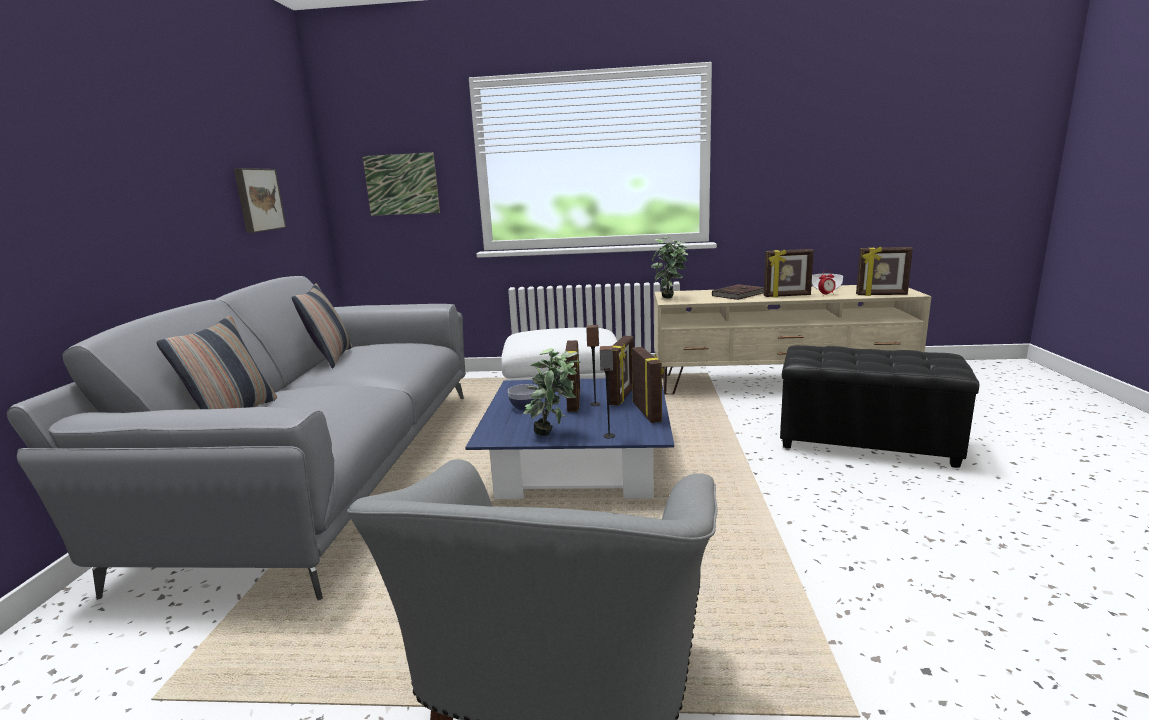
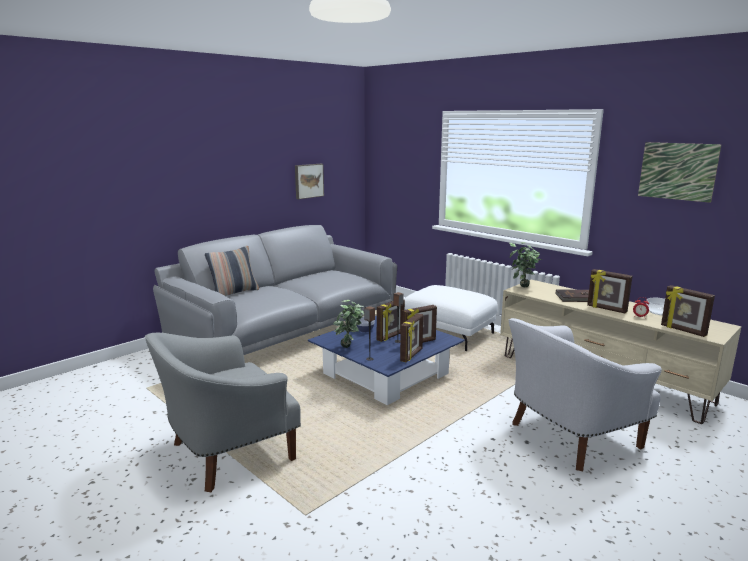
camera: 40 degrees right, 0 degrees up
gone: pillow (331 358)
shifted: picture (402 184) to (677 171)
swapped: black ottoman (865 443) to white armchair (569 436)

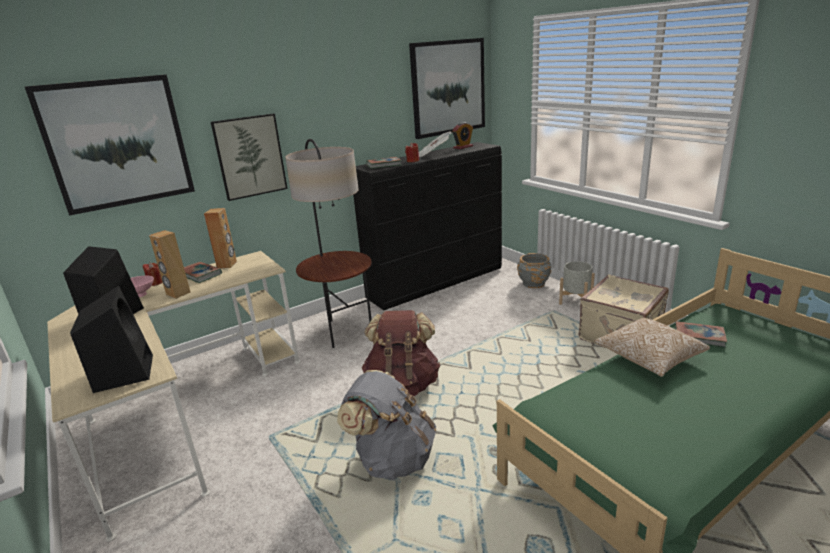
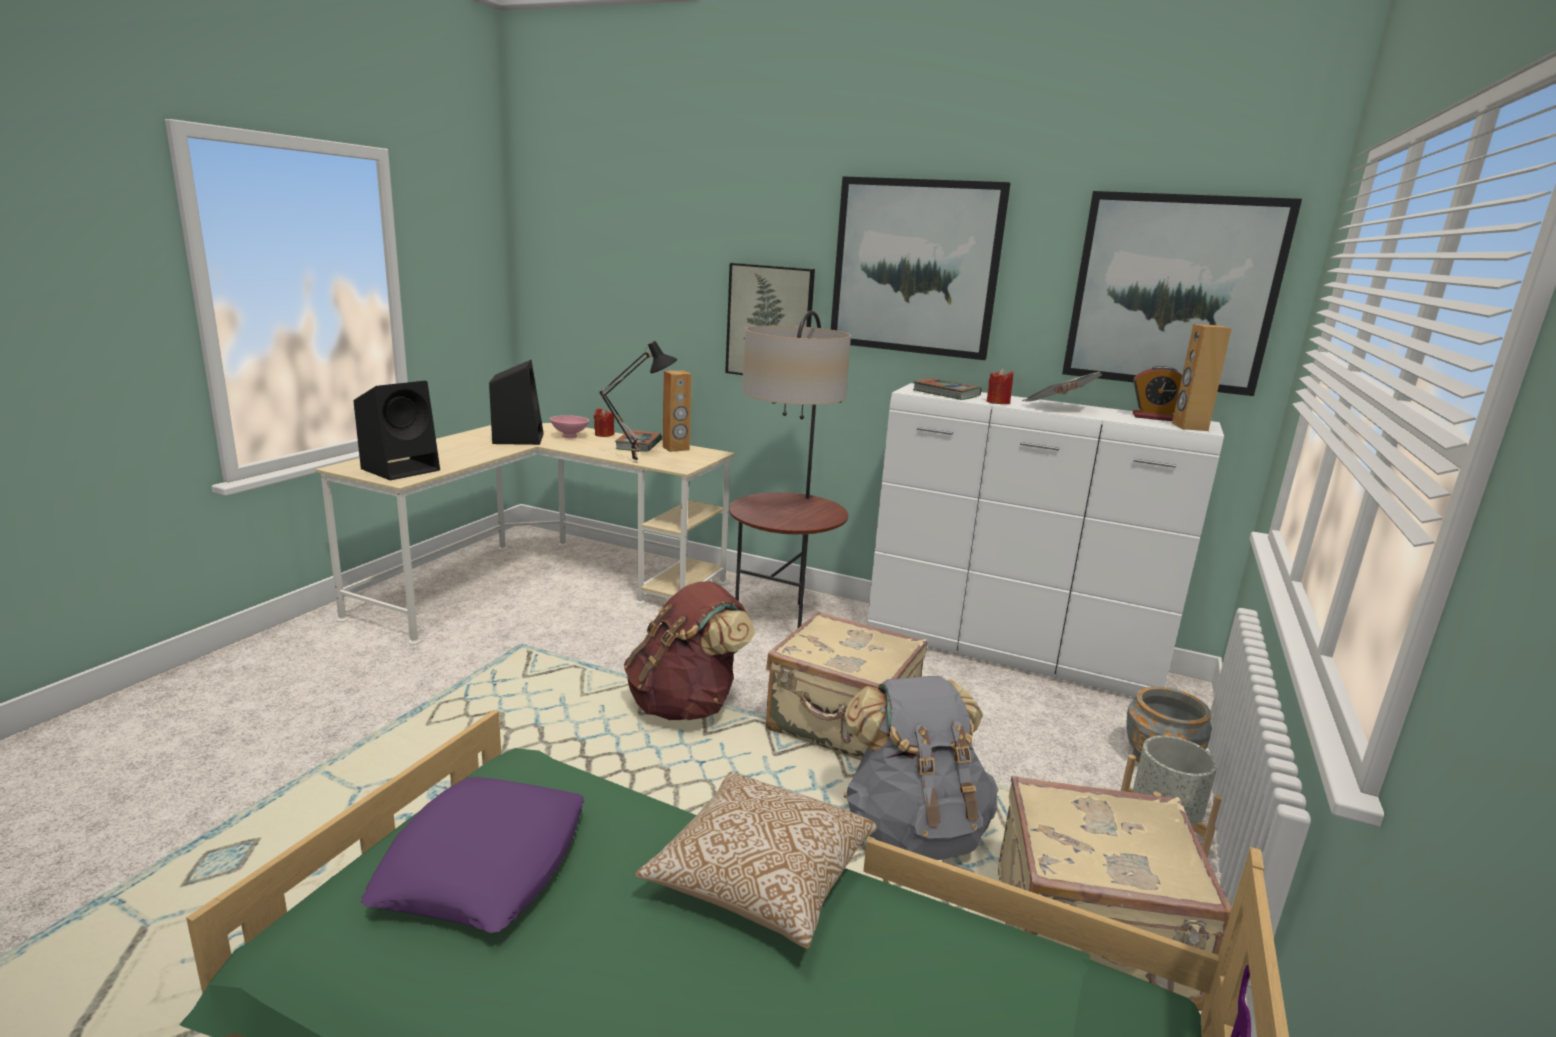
camera: 55 degrees right, 5 degrees down
gone: book (699 337)
new: purple pillow (483 865); black table lamp (636 462); beige suitcase (842 726)
shifted: picture (117 143) to (915 267); grey backpack (392 459) to (914 829); brown speaker (178 293) to (1189 427)
repainted: black dresser (437 284) to white dresser (1011 655)

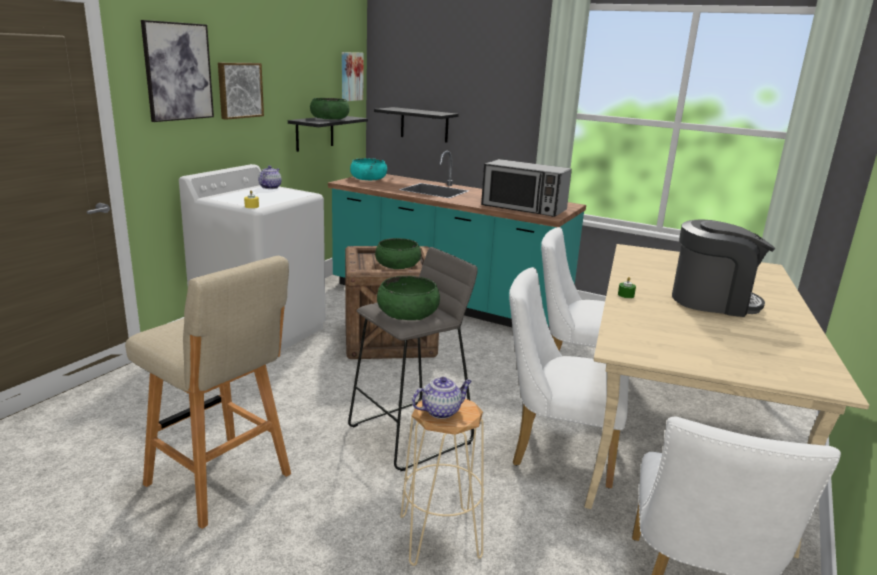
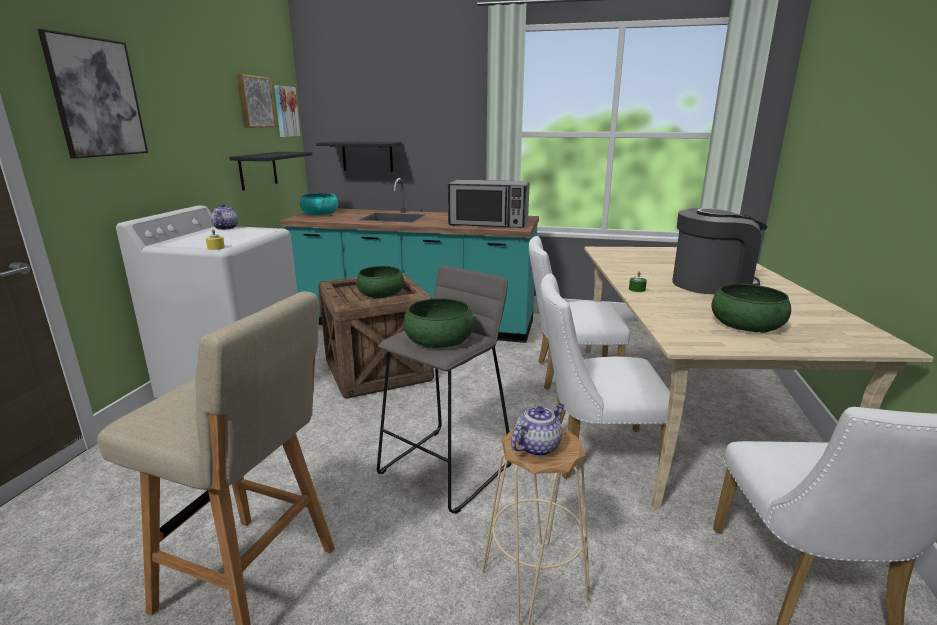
camera: 15 degrees left, 0 degrees up
shifted: picture (239 90) to (255 102); green bowl (329 118) to (746 324)

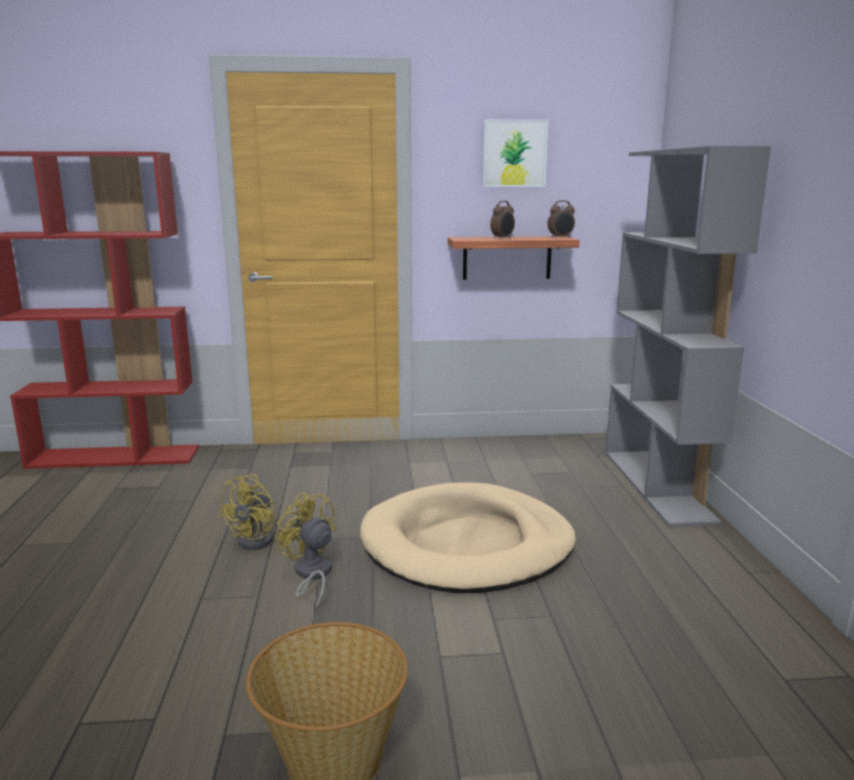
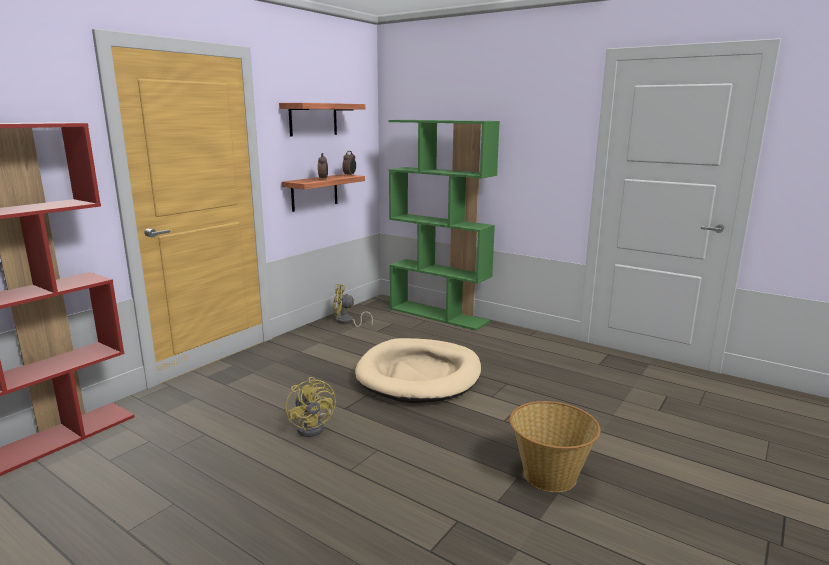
camera: 50 degrees left, 0 degrees up
shifted: yellow fan (311 575) to (347 321)
swapped: picture (514 153) to shelf (313 119)
repainted: grey bookcase (658 485) to green bookcase (439 315)

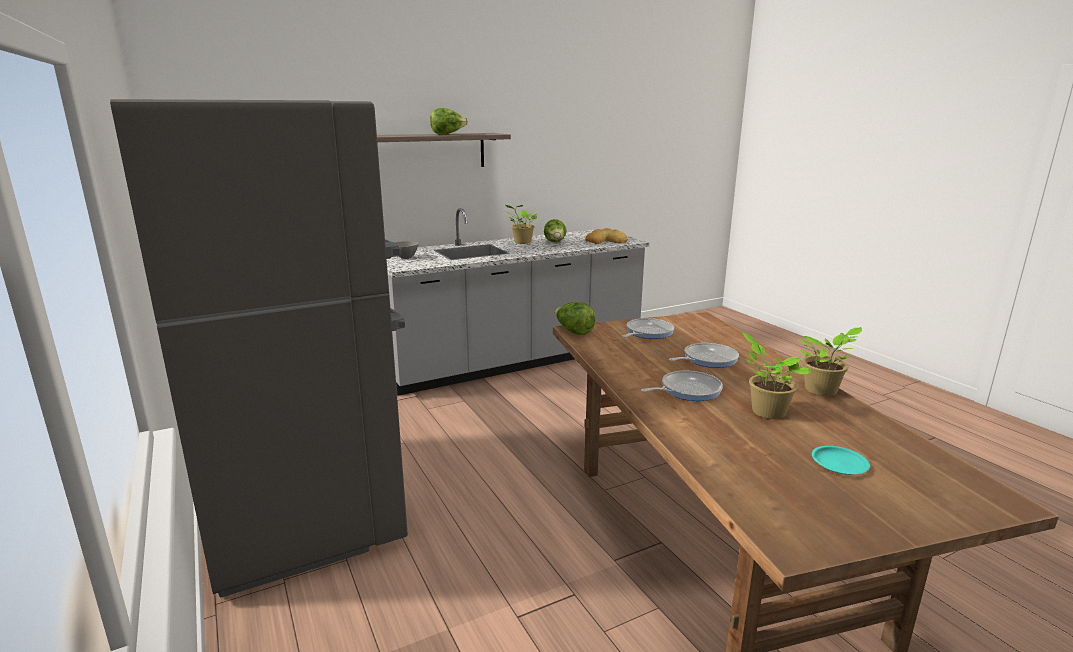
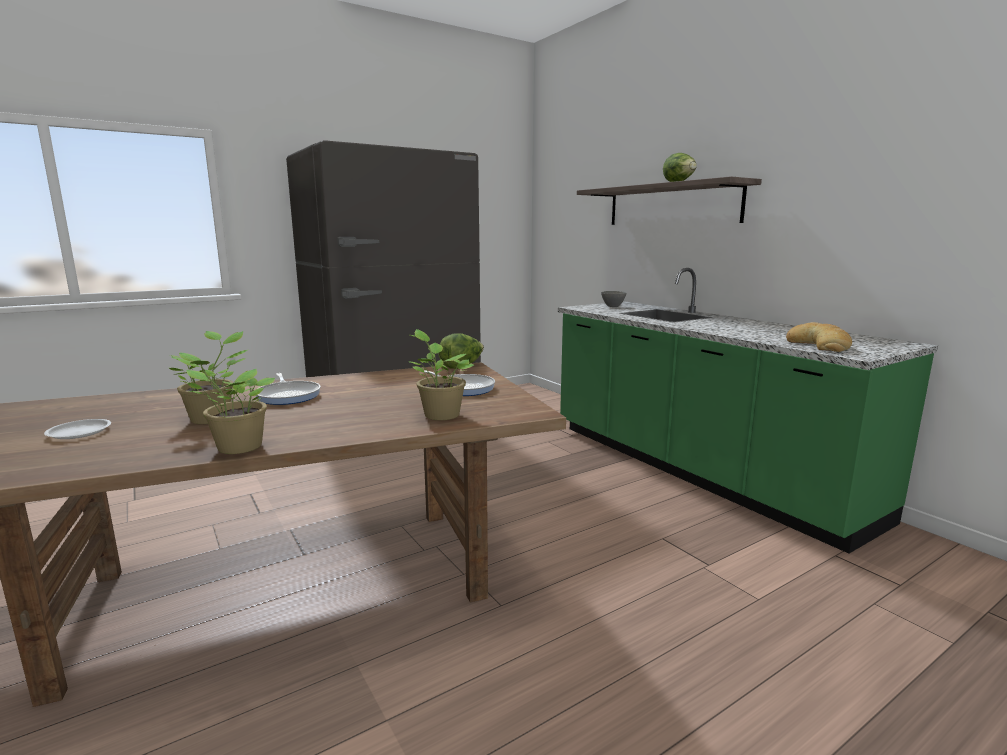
camera: 85 degrees right, 5 degrees down
gone: lettuce (555 242); frying pan (707 359)
shifted: potted plant (521 242) to (440 414)
repainted: turquoise plate (840 463) to white plate (79 432); grey counter (514 361) to green counter (696 469)

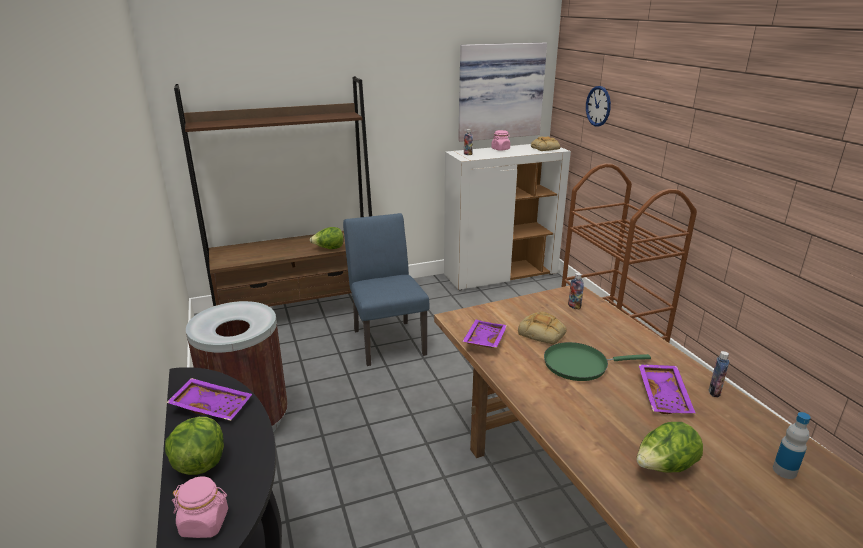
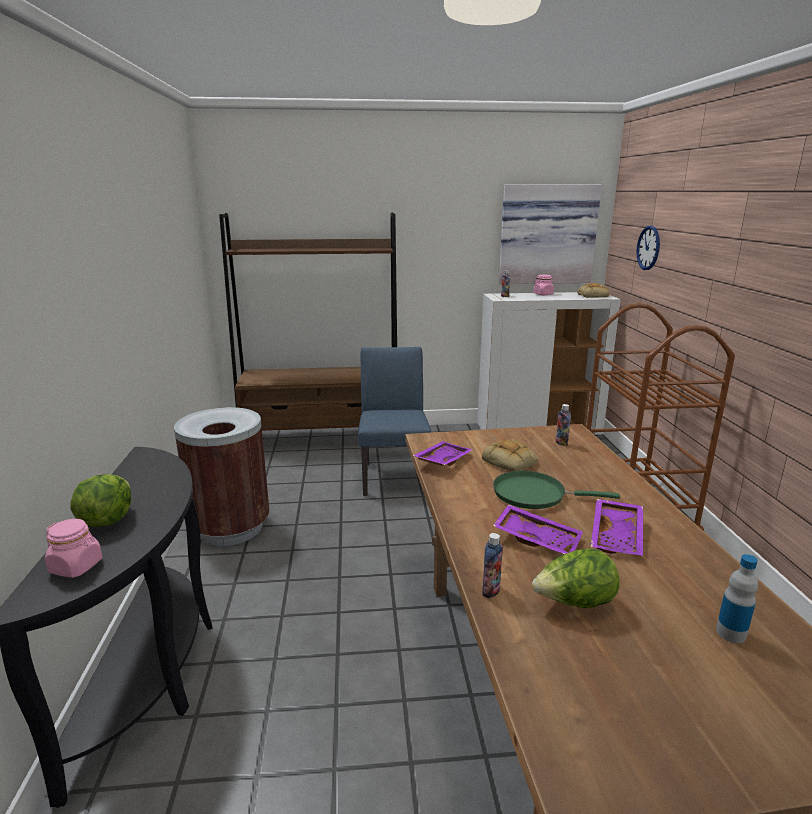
camera: 15 degrees right, 5 degrees down
gone: lettuce (329 248)
shifted: bottle (714 392) to (491 591); purple tray (212 406) to (537 538)

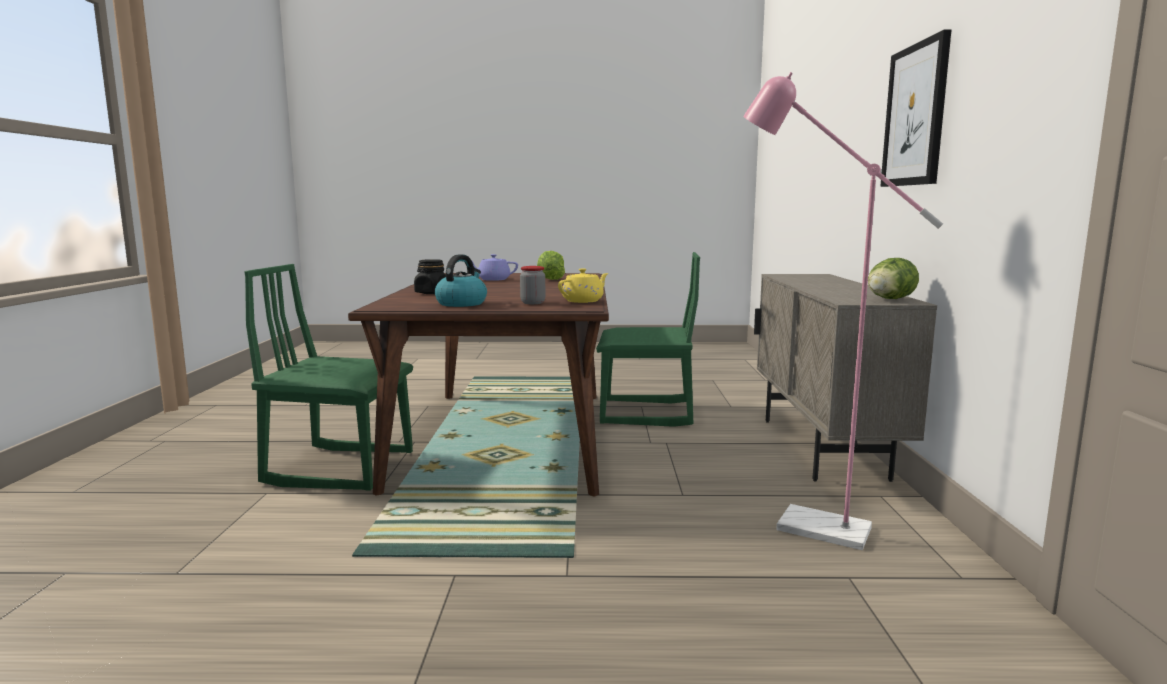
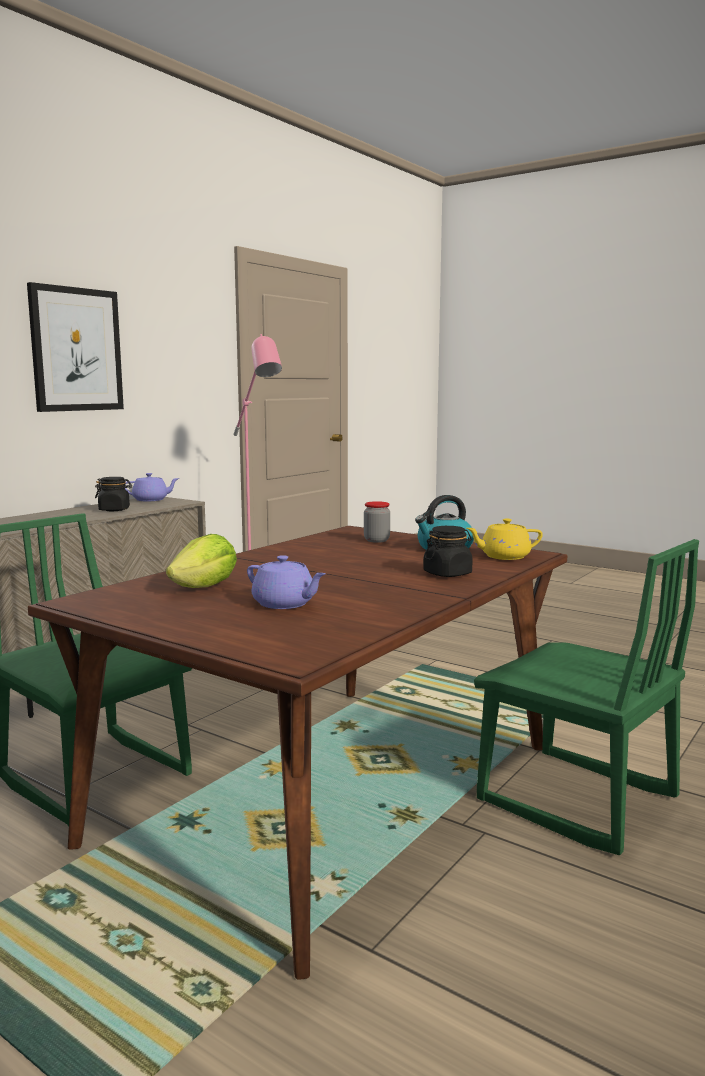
camera: 145 degrees left, 0 degrees up
new: black jar (114 510)
shifted: yellow teapot (583 301) to (504 556)
swapped: lettuce (888 299) to purple teapot (151 500)

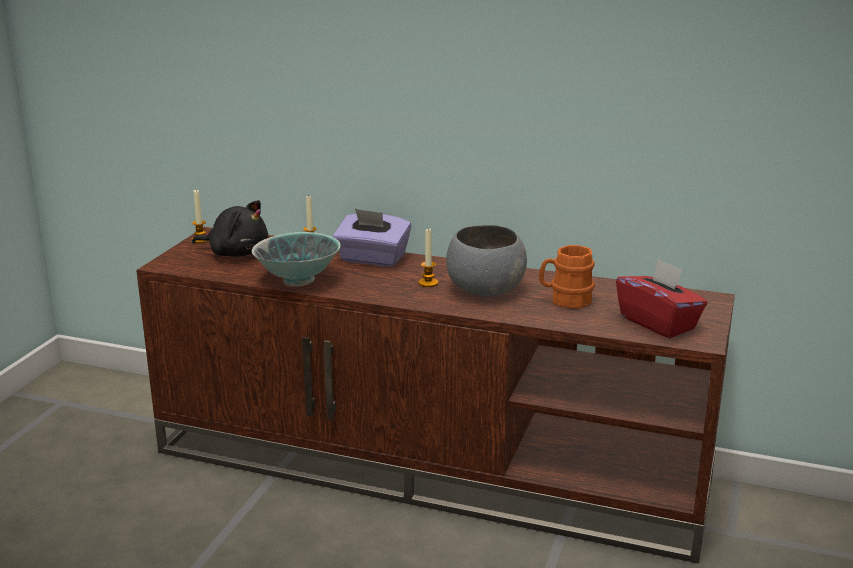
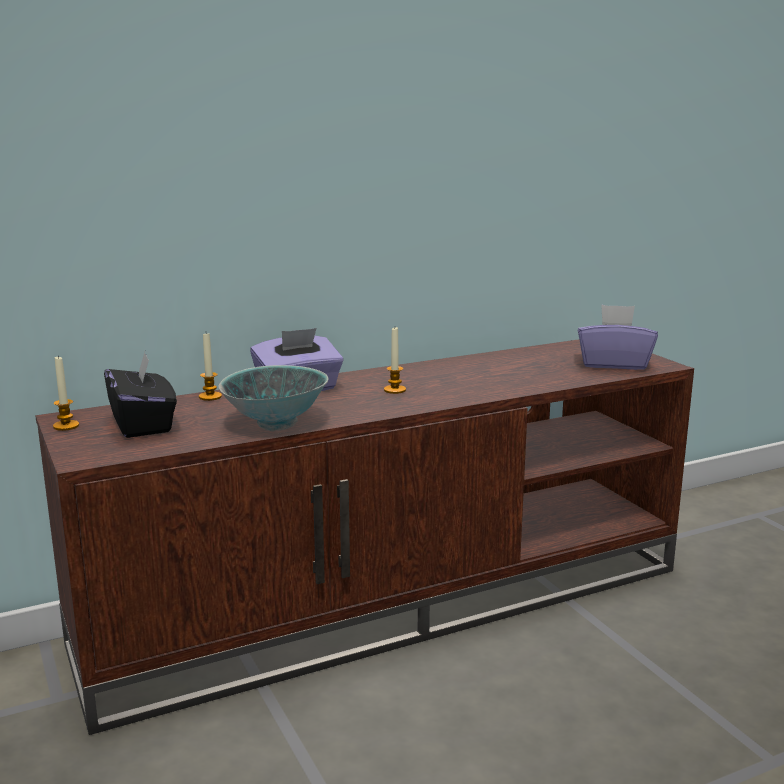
camera: 45 degrees left, 5 degrees down
gone: grey bowl (484 290); orange mug (565 300)
swapped: black plush toy (236 253) to black tissue box (143 424)
repainted: red tissue box (658 323) to purple tissue box (613 363)

